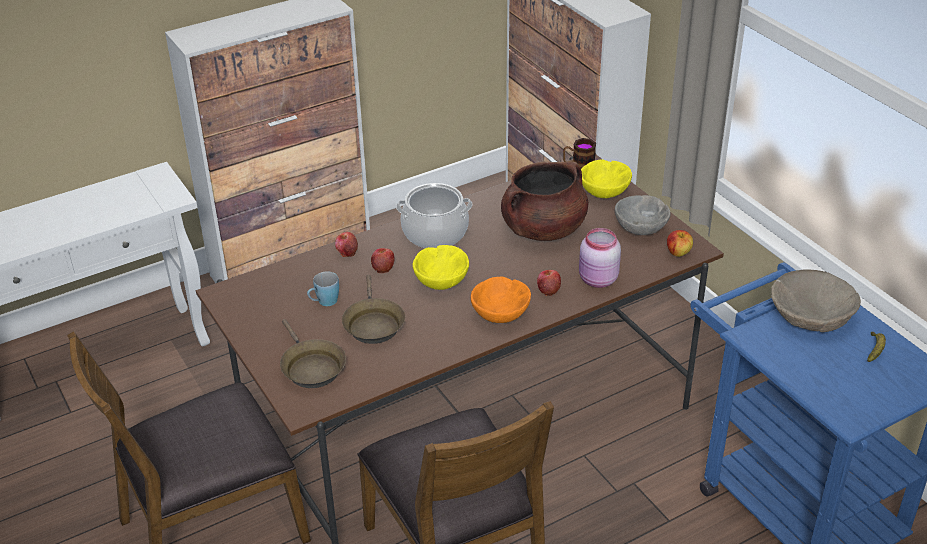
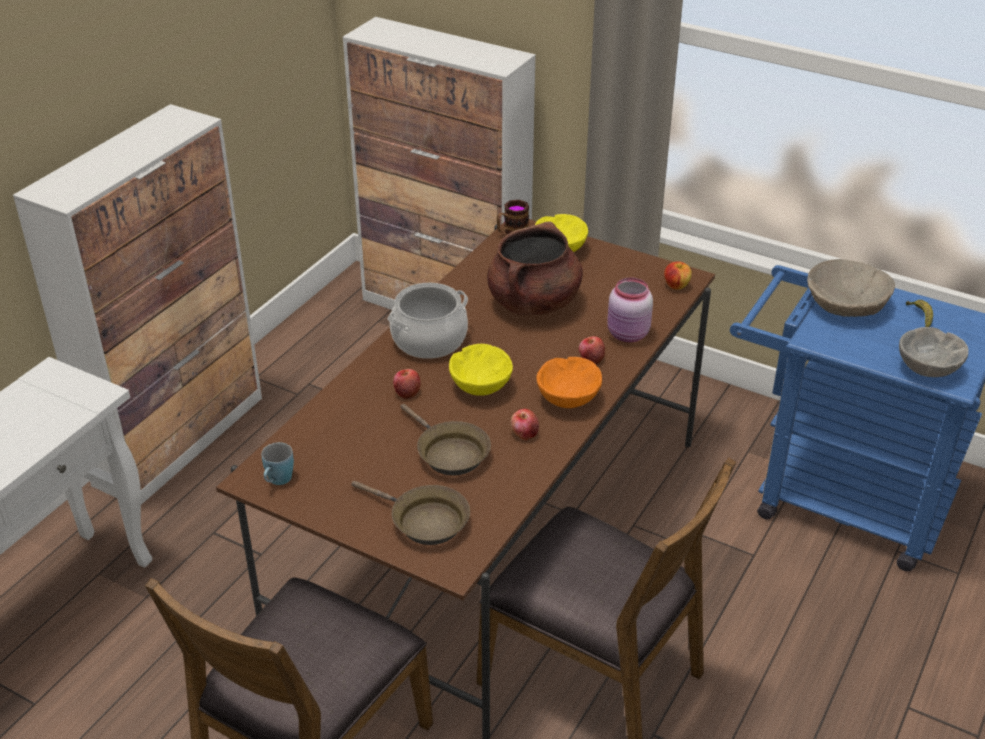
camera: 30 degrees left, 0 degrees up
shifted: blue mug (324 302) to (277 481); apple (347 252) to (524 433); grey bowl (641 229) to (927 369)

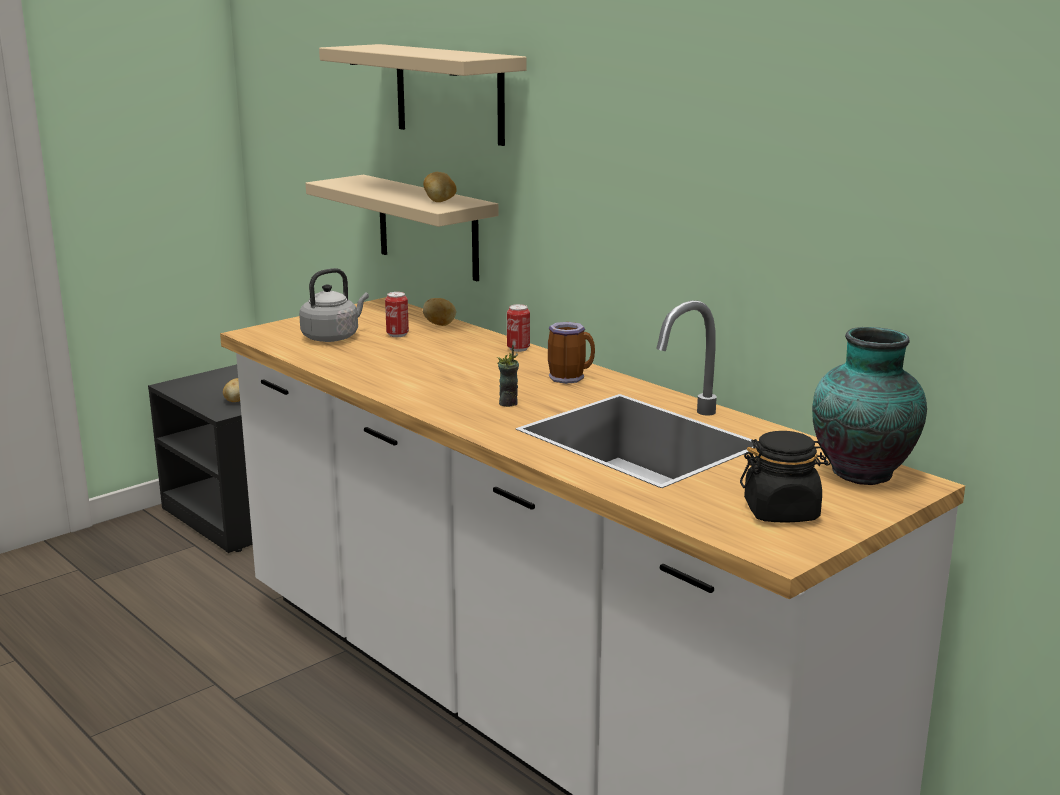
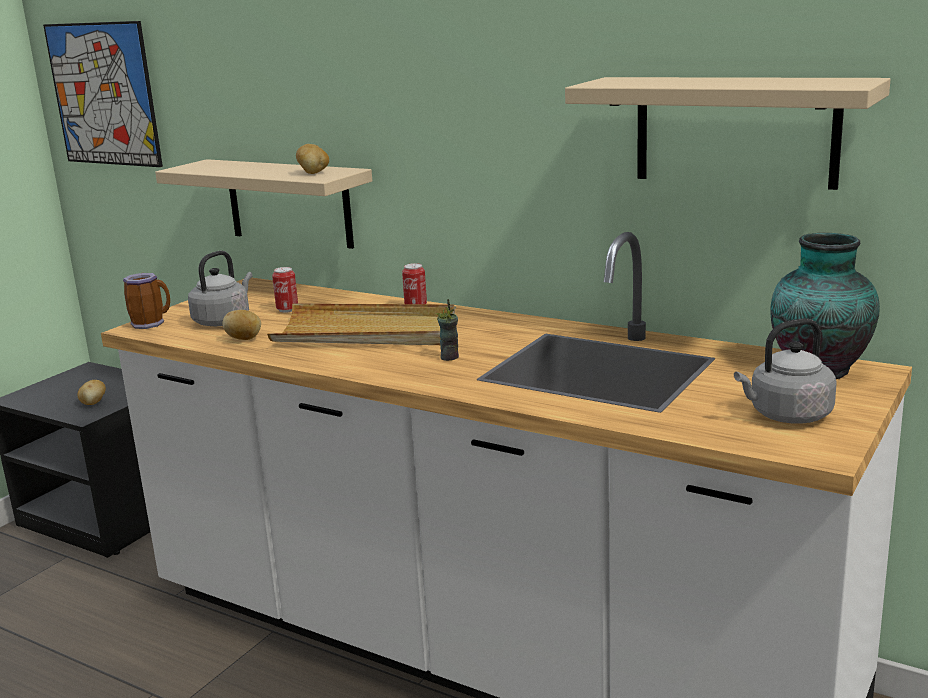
camera: 15 degrees left, 0 degrees up
new: picture (103 94); beige tray (366 332)
shifted: mug (570 378) to (151 324); potato (440 325) to (244 339); beige shelf (449 93) to (735 131)
swapped: black jar (781 512) to grey kettle (786 416)

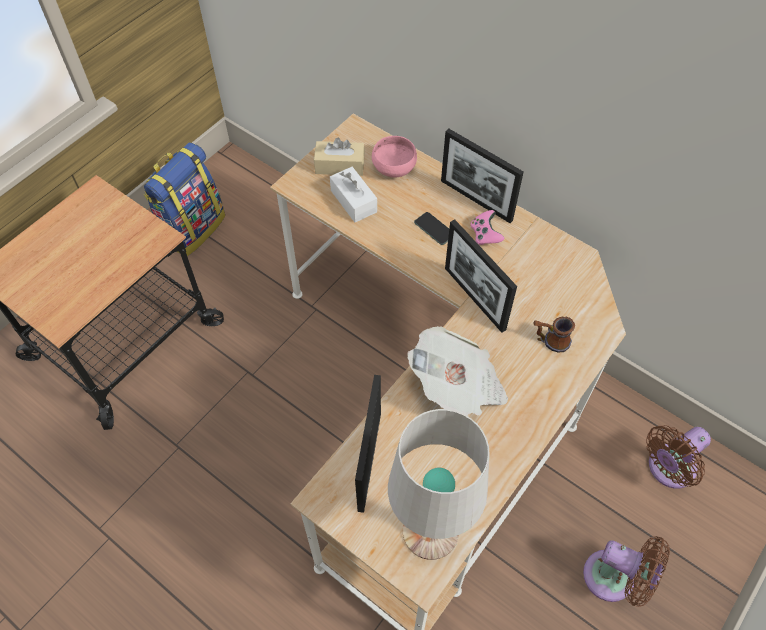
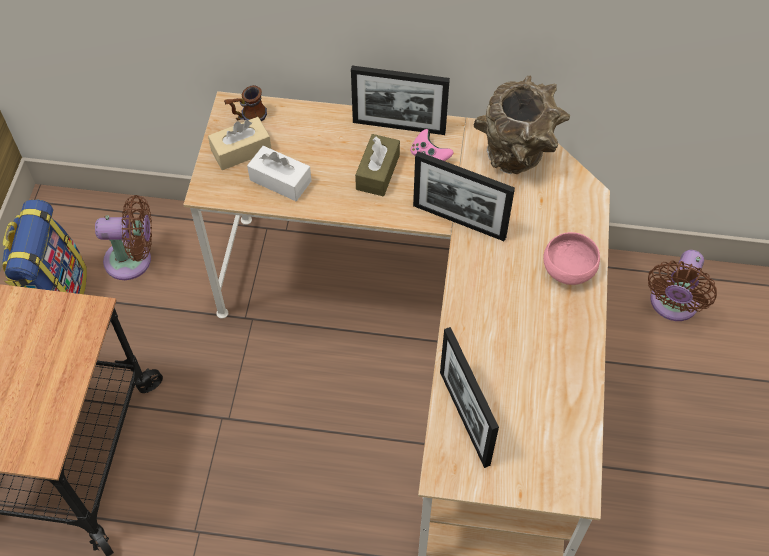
camera: 30 degrees left, 0 degrees up
gone: white table lamp (431 532); newspaper (457 386)
new: brown vase (517 159)
shifted: brown fan (614 579) to (133 260); mug (549 341) to (247 116); pink bowl (393 168) to (567 270)
swapped: phone (434 229) to brown tissue box (378 172)

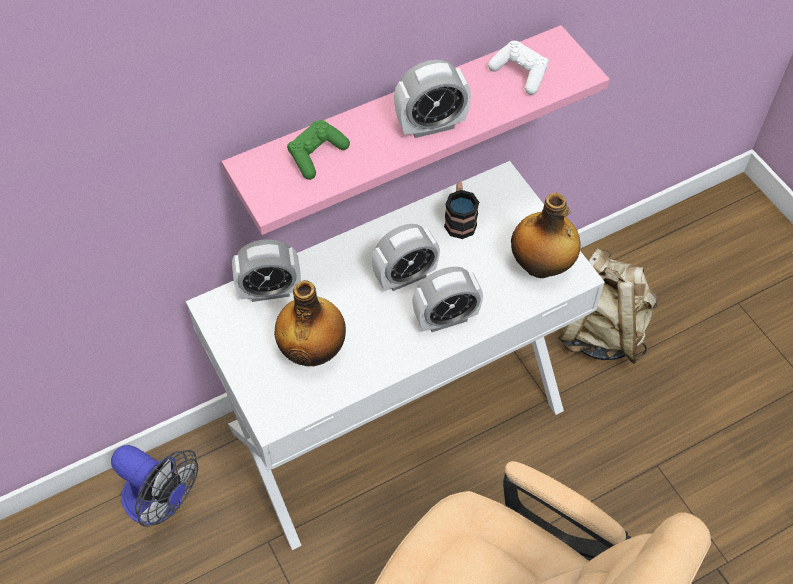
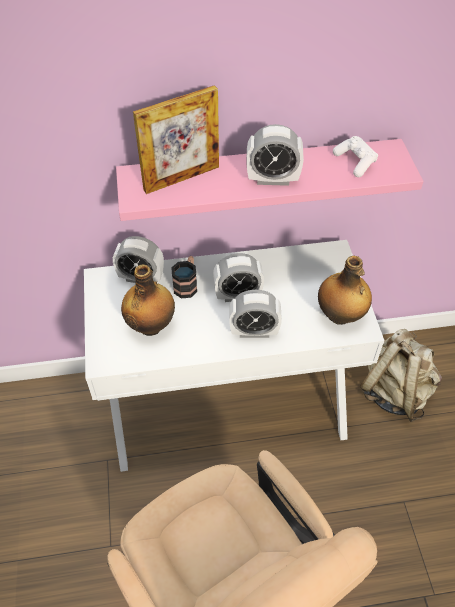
camera: 20 degrees right, 5 degrees down
gone: fan (161 502)
shifted: mug (459 219) to (187 284)
swapped: green game controller (316 155) to picture frame (181 178)

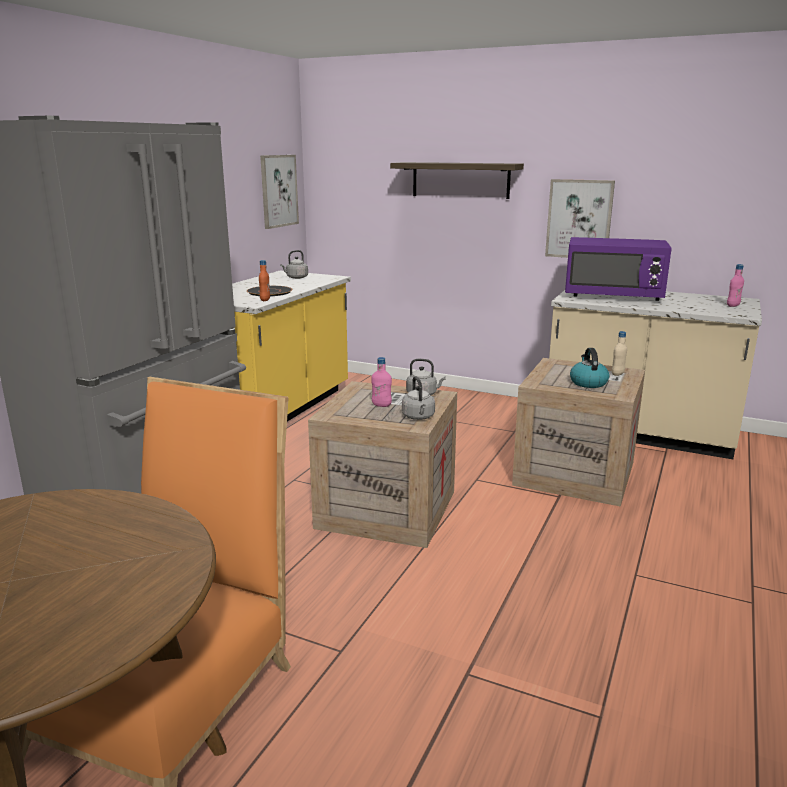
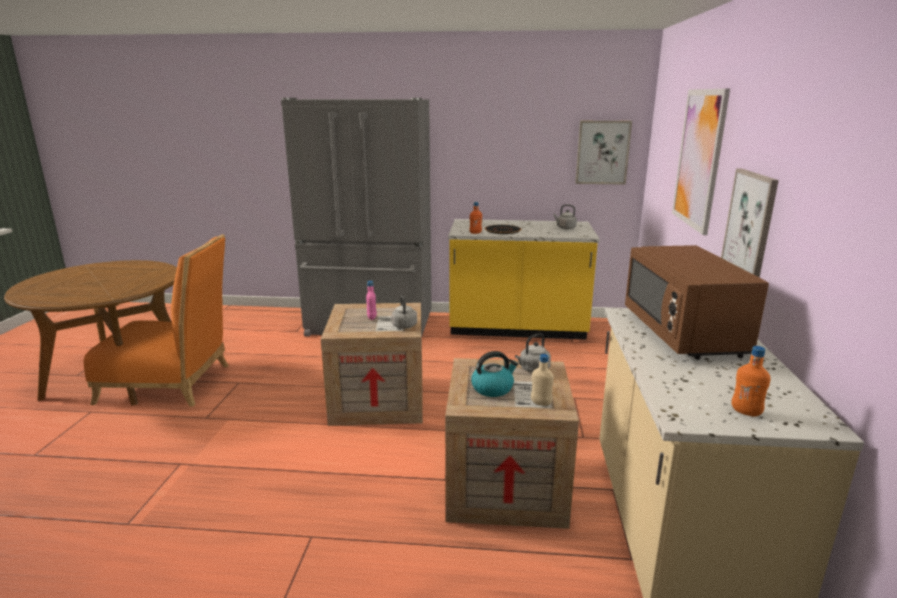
camera: 70 degrees right, 0 degrees up
shifted: grey kettle (418 417) to (533 369)
swapped: shelf (460 180) to picture (699 158)
repainted: purple microwave (613 296) to brown microwave (683 333); pink bottle (733 305) to orange bottle (746 412)

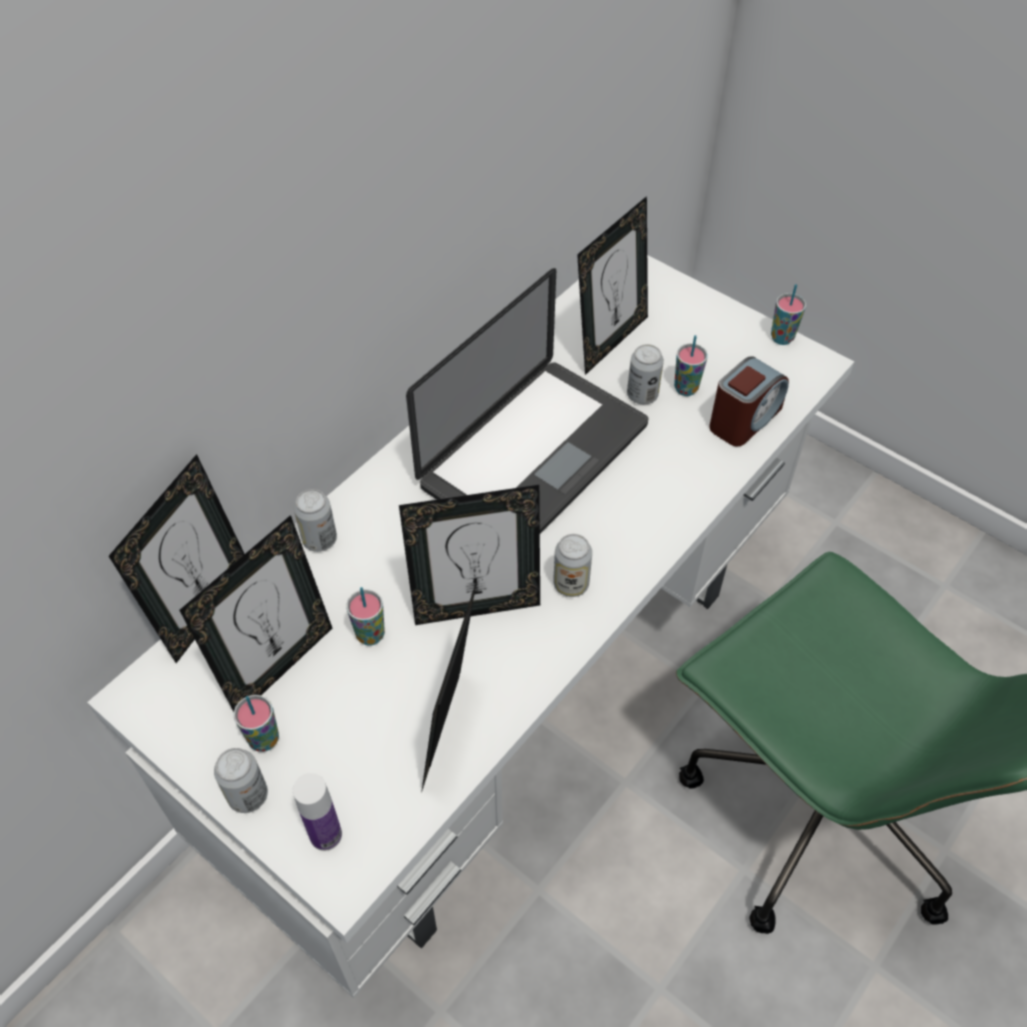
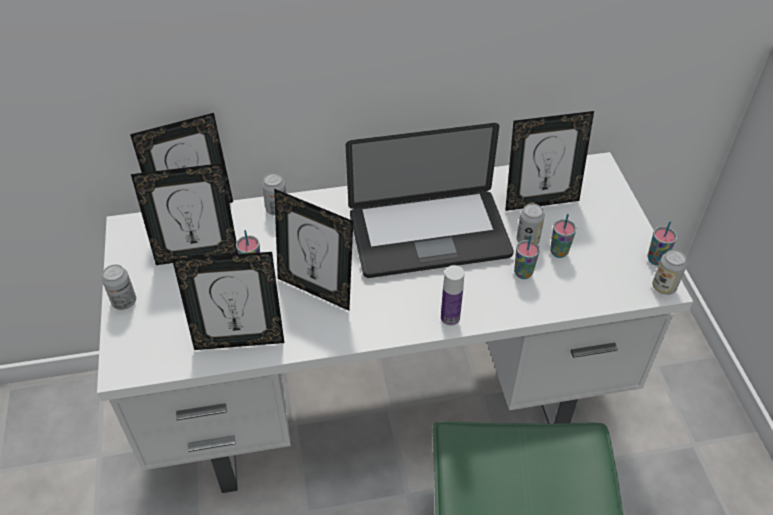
camera: 40 degrees right, 5 degrees down
gone: alarm clock (744 419)
shifted: bottle (326 835) to (450 318); cup (264 740) to (523 273); can (571 584) to (663 287)
rotated: picture frame (452 733) = (239 340) 150 degrees counterclockwise

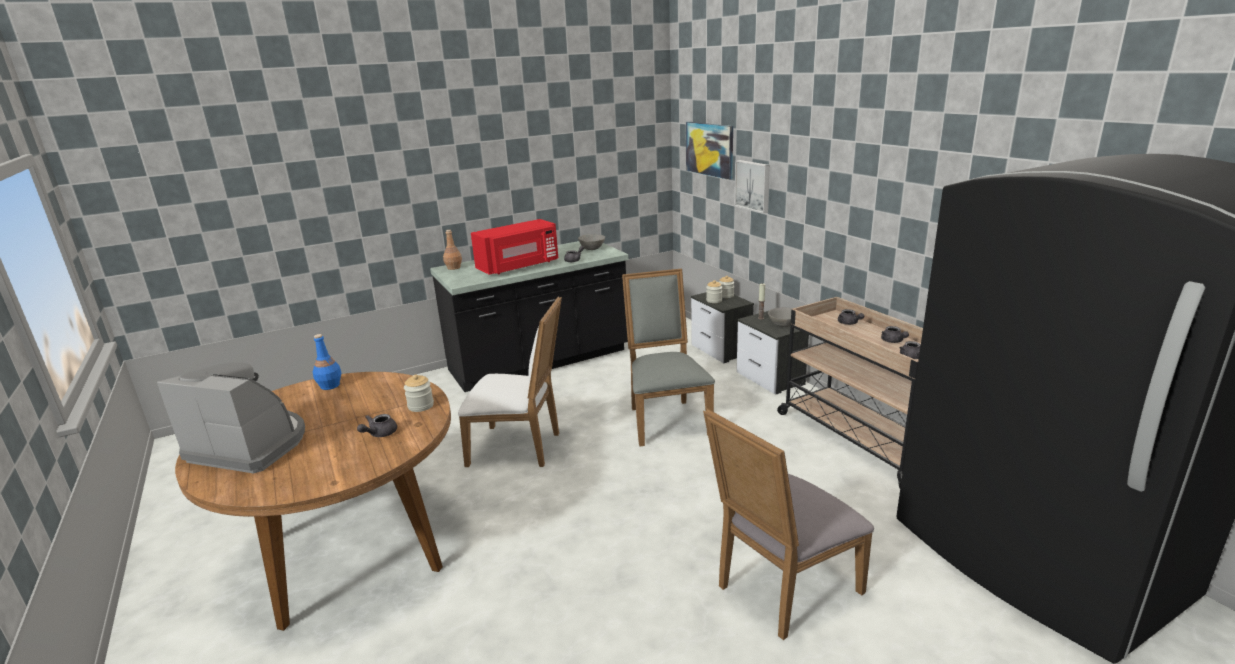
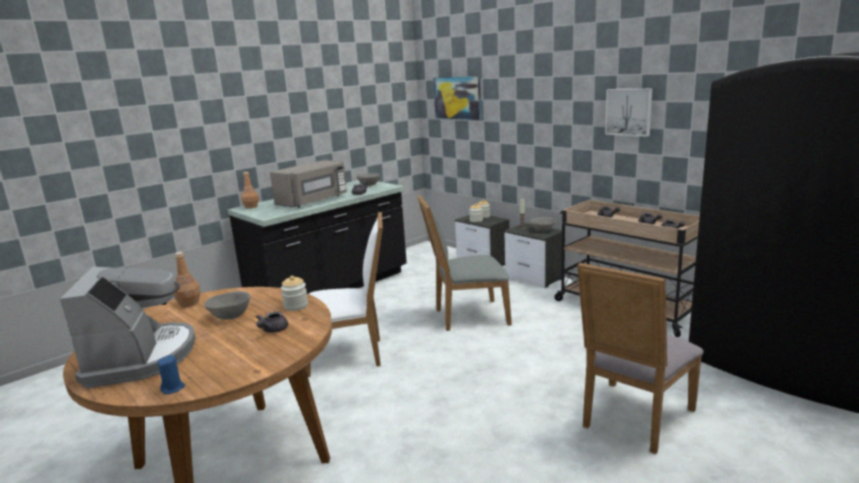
camera: 15 degrees left, 5 degrees down
new: blue candle (173 388); grey bowl (231 315)
shifted: picture (753 185) to (629 112)
repainted: blue bottle (330 386) to brown bottle (189 304); red microwave (519 266) to grey microwave (314 201)
rotated: coffee machine (251 445) = (141 357) 75 degrees clockwise; grey chair (666 419) = (467 316) 75 degrees counterclockwise

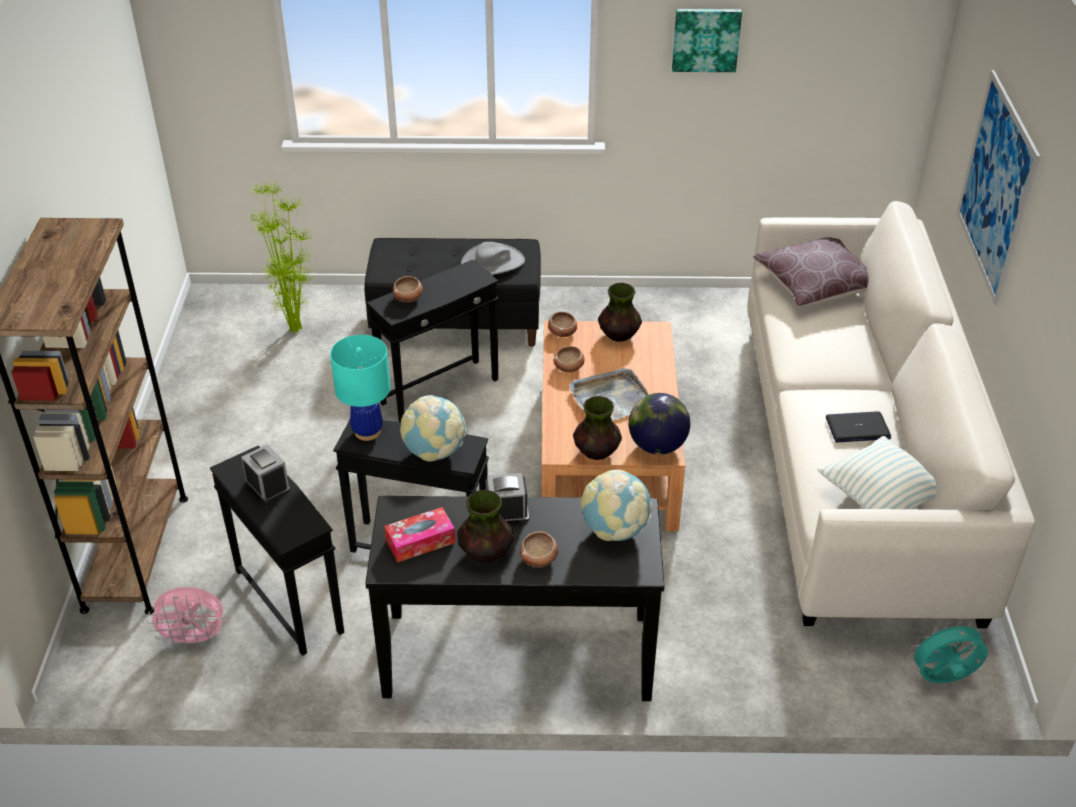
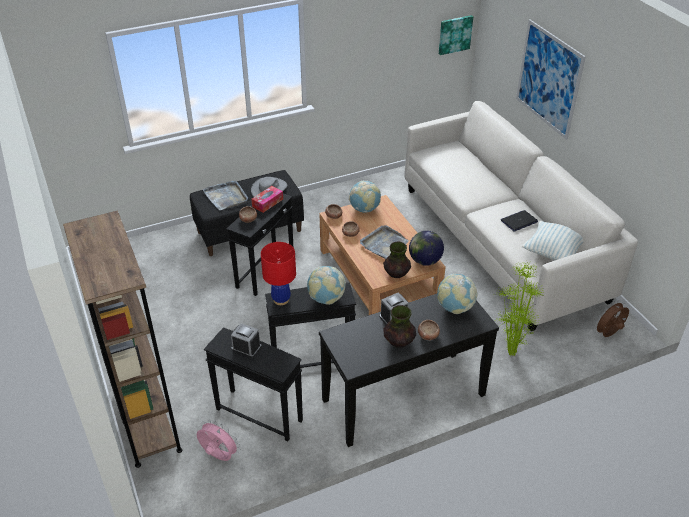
camera: 25 degrees left, 0 degrees up
gone: brown pillow (816 284)
new: grey tray (226 197)
shifted: tissue box (420 541) to (267 203); picture (706 39) to (454 34); potted plant (293 329) to (510 354)
swapped: vase (618 335) to globe (364 209)
repainted: turquoise table lamp (367 432) to red table lamp (281 300); turquoise fan (942 679) to brown fan (608 334)
rotated: pink fan (194 639) = (218 456) 120 degrees counterclockwise

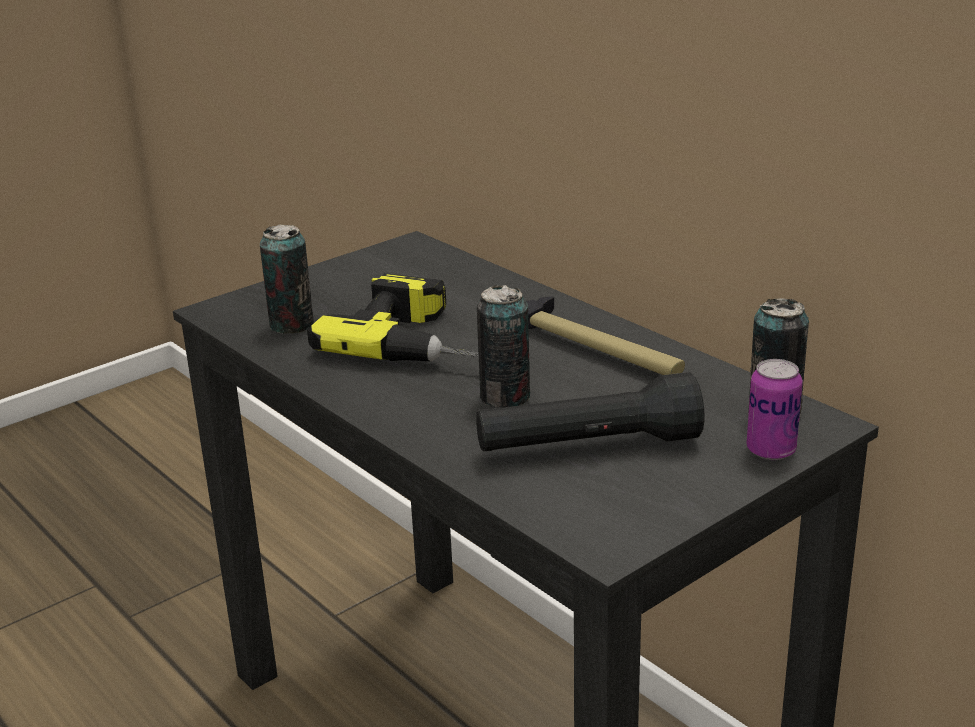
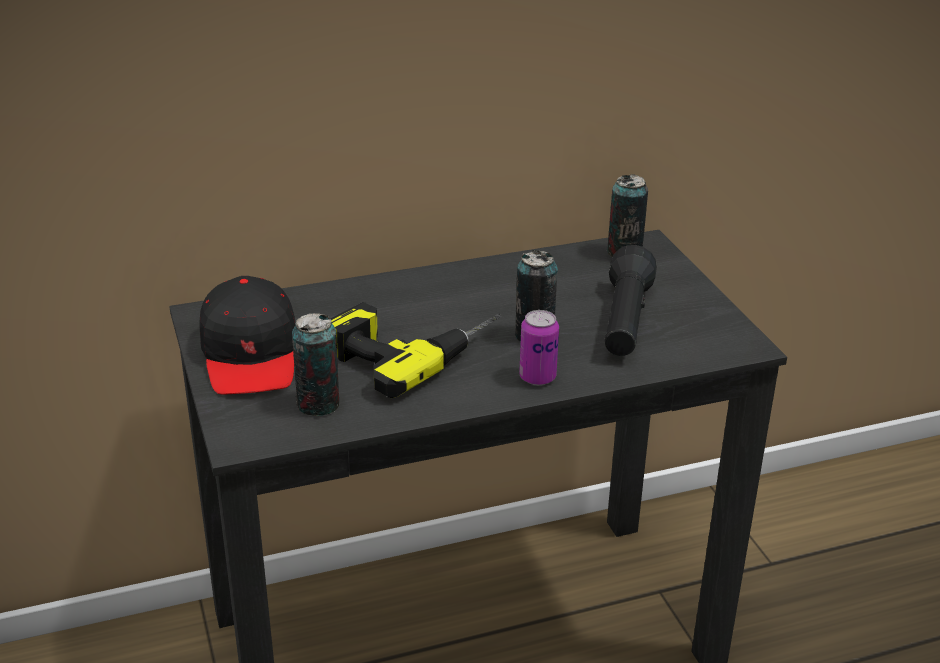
camera: 70 degrees left, 5 degrees up
gone: hammer (595 352)
new: black cap (251 354)
shifted: can (771 450) to (537 377)

